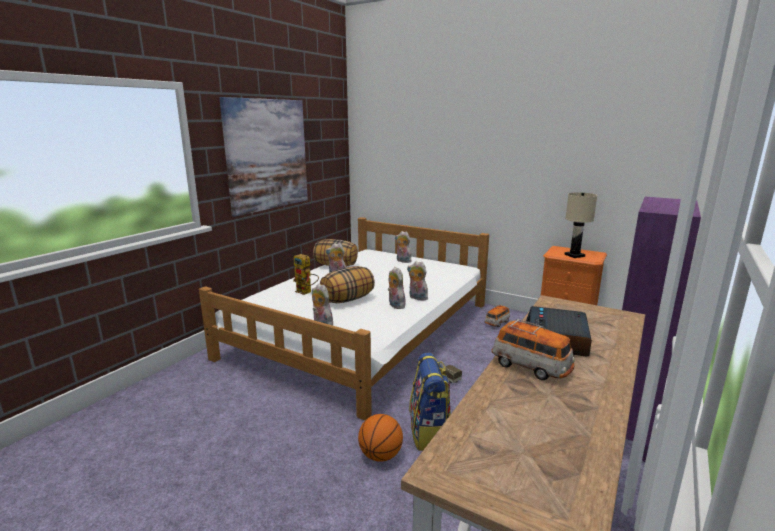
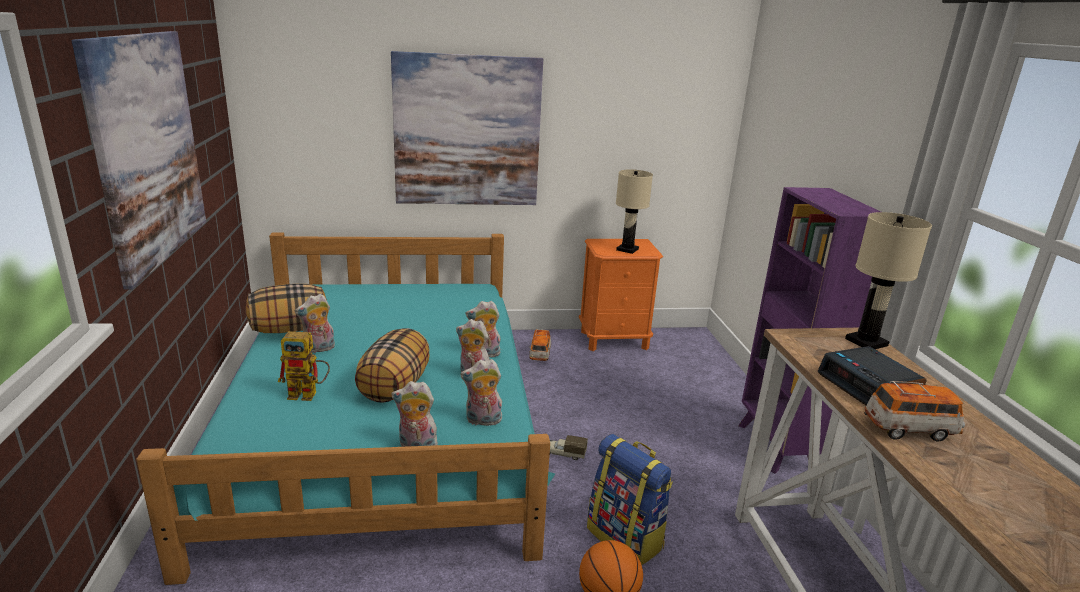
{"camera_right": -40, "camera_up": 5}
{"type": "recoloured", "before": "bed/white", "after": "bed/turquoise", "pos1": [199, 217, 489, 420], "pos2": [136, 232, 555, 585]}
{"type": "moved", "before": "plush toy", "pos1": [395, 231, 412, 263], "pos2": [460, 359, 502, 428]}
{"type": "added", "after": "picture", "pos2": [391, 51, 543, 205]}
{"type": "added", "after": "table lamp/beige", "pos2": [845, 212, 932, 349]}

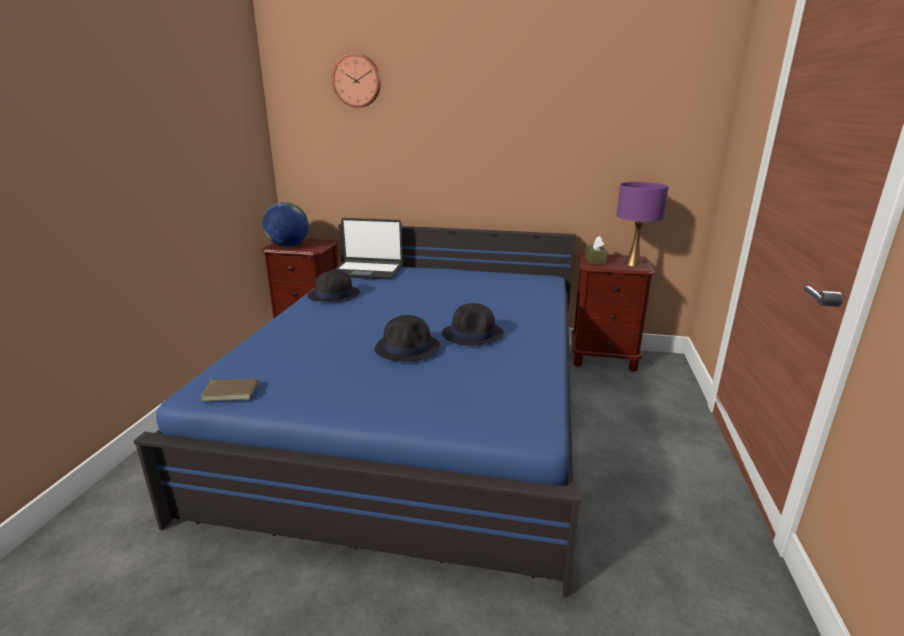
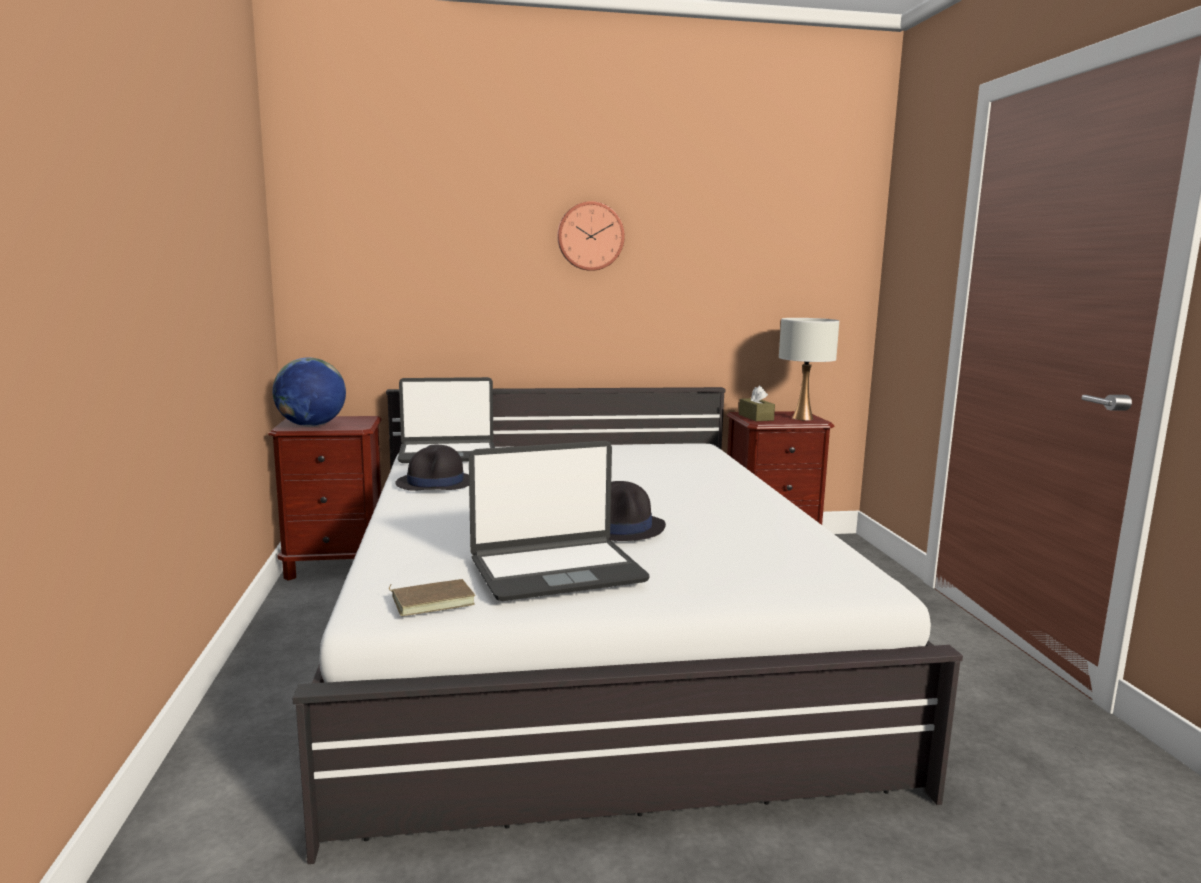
{"camera_right": -20, "camera_up": -10}
{"type": "moved", "before": "wall clock", "pos1": [332, 53, 381, 108], "pos2": [557, 201, 625, 271]}
{"type": "recoloured", "before": "table lamp/purple", "after": "table lamp/white", "pos1": [616, 182, 669, 267], "pos2": [779, 318, 839, 420]}
{"type": "recoloured", "before": "bed/blue", "after": "bed/white", "pos1": [134, 224, 581, 598], "pos2": [292, 387, 963, 864]}
{"type": "removed", "before": "hat/black", "pos1": [442, 303, 504, 346]}
{"type": "added", "after": "laptop", "pos2": [469, 441, 649, 601]}

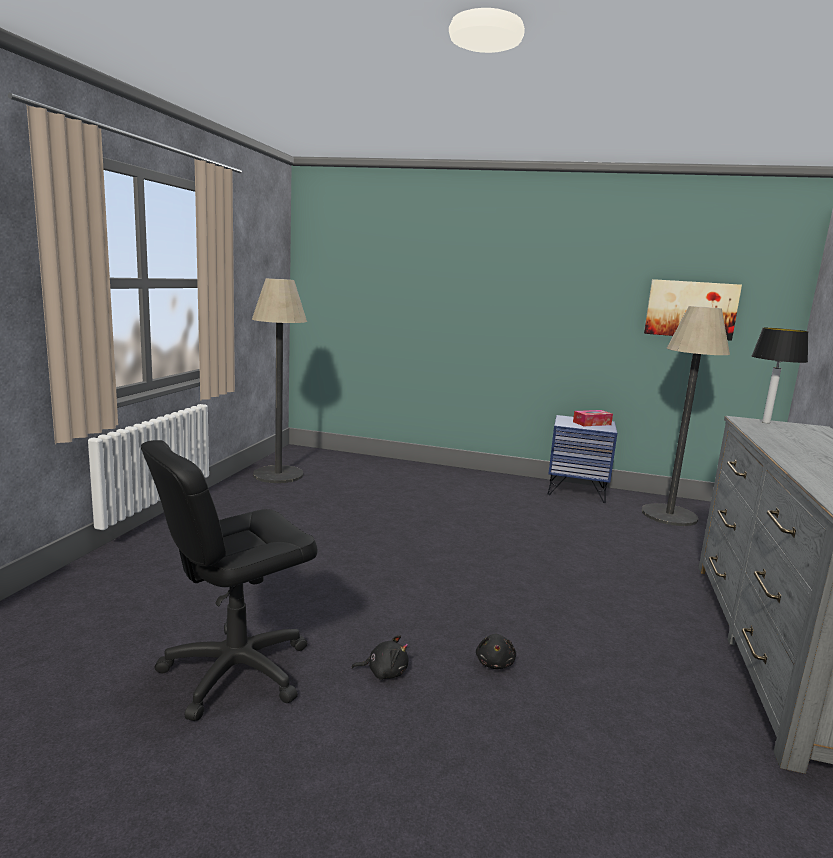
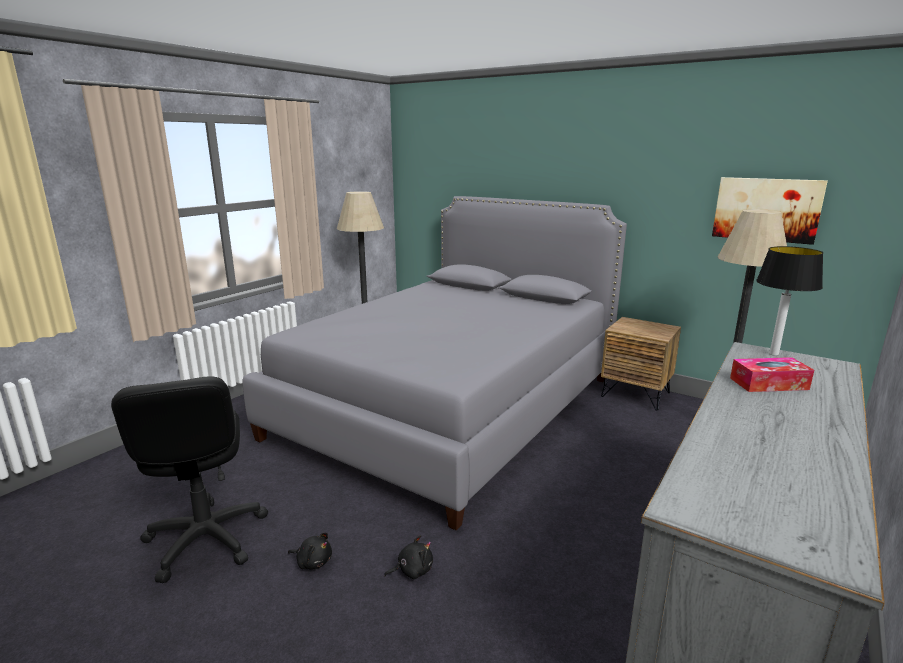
{"camera_right": 20, "camera_up": 5}
{"type": "moved", "before": "tissue box", "pos1": [573, 410, 613, 426], "pos2": [730, 357, 814, 392]}
{"type": "recoloured", "before": "nightstand/blue", "after": "nightstand/brown", "pos1": [548, 415, 617, 503], "pos2": [601, 317, 681, 411]}
{"type": "turned", "before": "office chair/black", "pos1": [141, 440, 317, 721], "pos2": [111, 377, 268, 583], "turn": -90}
{"type": "turned", "before": "plush toy/black", "pos1": [476, 634, 516, 669], "pos2": [384, 535, 433, 579], "turn": -135}
{"type": "added", "after": "bed/grey", "pos2": [242, 196, 627, 530]}

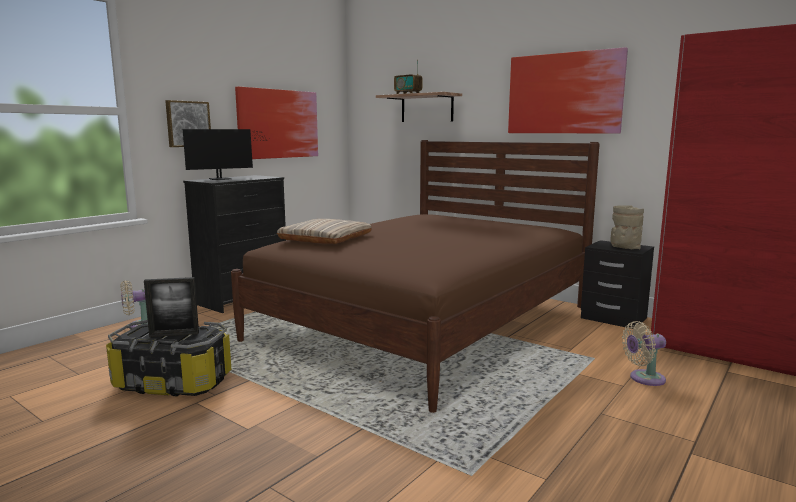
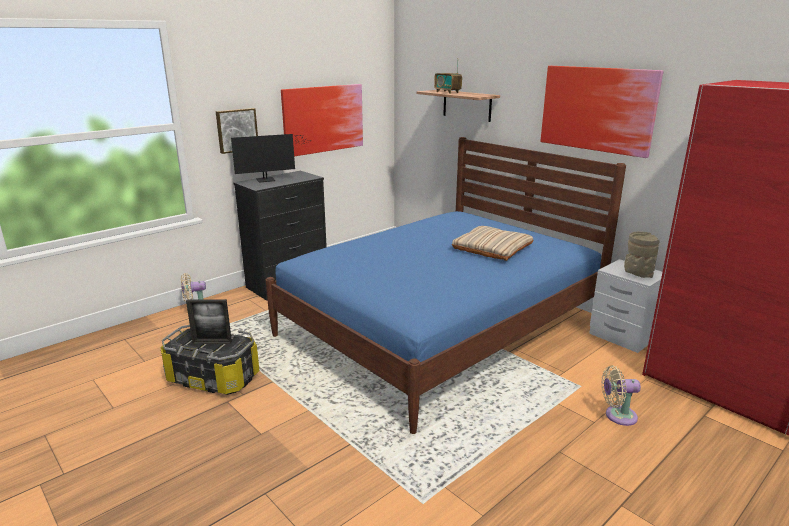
{"camera_right": 10, "camera_up": 10}
{"type": "recoloured", "before": "bed/brown", "after": "bed/blue", "pos1": [231, 140, 600, 413], "pos2": [266, 137, 626, 434]}
{"type": "moved", "before": "pillow/beige", "pos1": [277, 219, 372, 244], "pos2": [452, 226, 533, 261]}
{"type": "recoloured", "before": "nightstand/black", "after": "nightstand/white", "pos1": [581, 240, 654, 329], "pos2": [589, 259, 662, 353]}

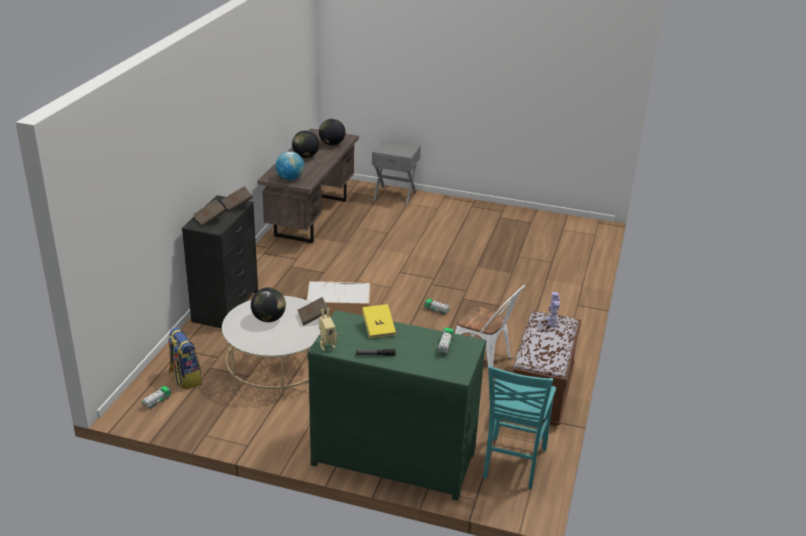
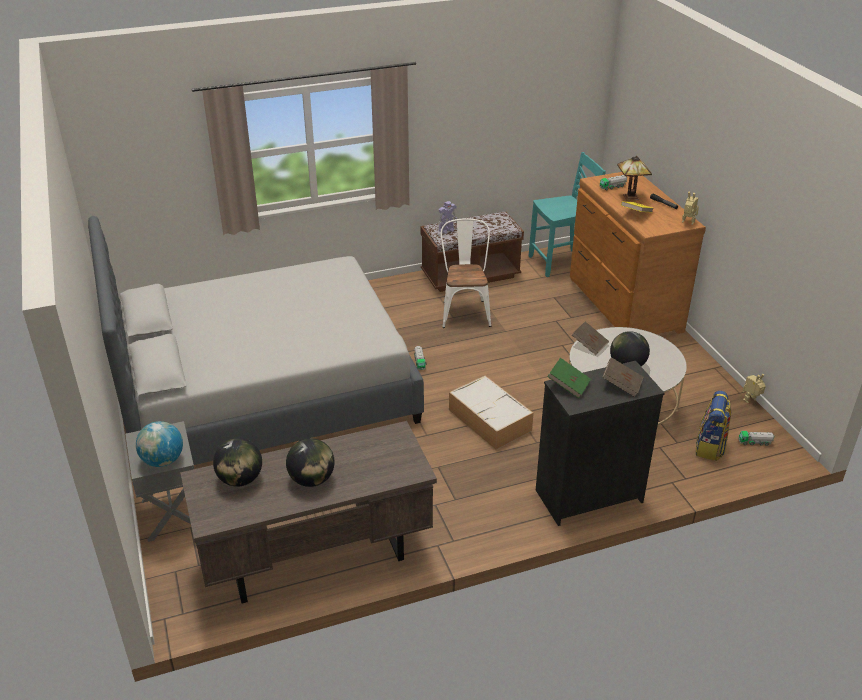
{"camera_right": -125, "camera_up": 5}
{"type": "moved", "before": "globe", "pos1": [276, 151, 304, 180], "pos2": [136, 421, 183, 467]}
{"type": "recoloured", "before": "book/brown", "after": "book/green", "pos1": [222, 186, 253, 212], "pos2": [547, 358, 591, 399]}
{"type": "recoloured", "before": "dresser/green", "after": "dresser/brown", "pos1": [307, 310, 486, 501], "pos2": [570, 172, 706, 334]}
{"type": "added", "after": "table lamp", "pos2": [617, 156, 652, 201]}
{"type": "added", "after": "bed/grey", "pos2": [88, 216, 424, 465]}
{"type": "added", "after": "toy robot", "pos2": [743, 374, 766, 403]}

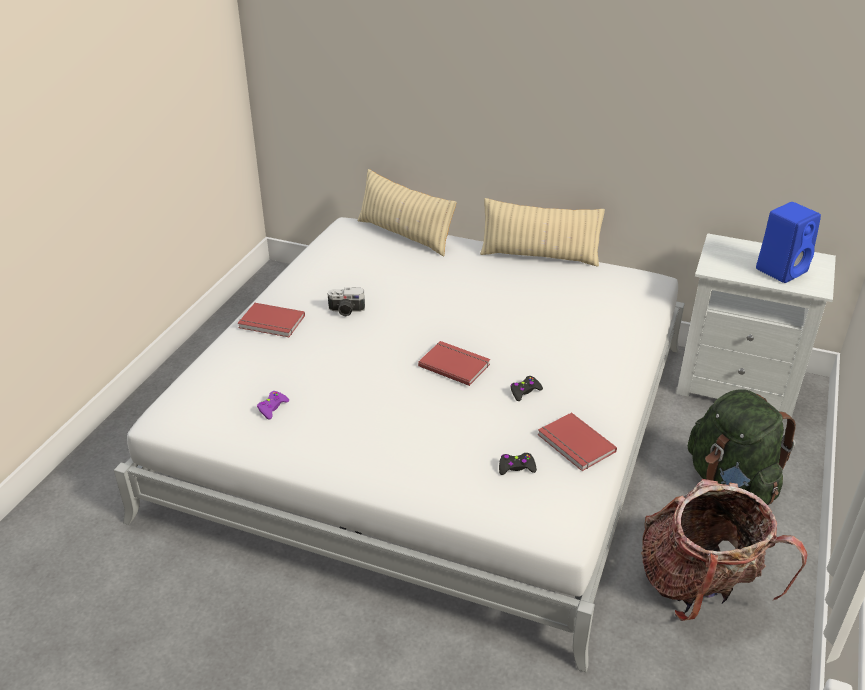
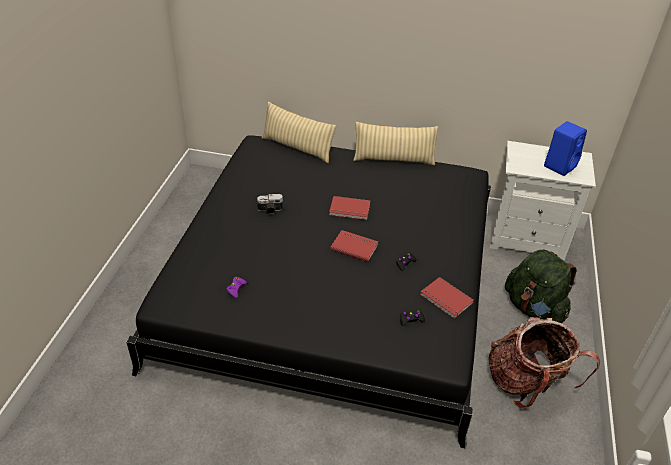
{"camera_right": -10, "camera_up": 5}
{"type": "recoloured", "before": "bed/white", "after": "bed/black", "pos1": [114, 217, 685, 672], "pos2": [126, 135, 491, 449]}
{"type": "moved", "before": "book/red", "pos1": [238, 303, 305, 337], "pos2": [329, 196, 370, 220]}

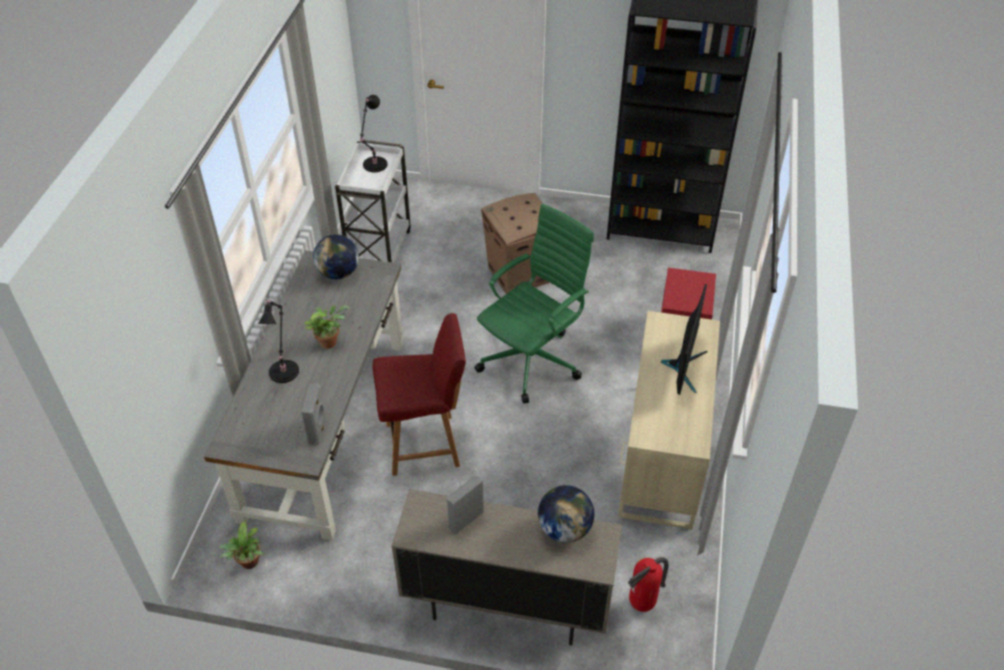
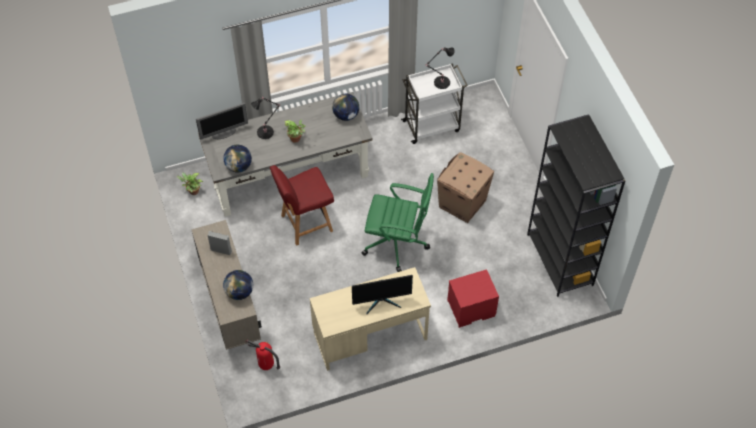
{"camera_right": 60, "camera_up": 10}
{"type": "turned", "before": "chair/red", "pos1": [372, 313, 466, 476], "pos2": [270, 165, 334, 246], "turn": 105}
{"type": "replaced", "before": "speaker/grey", "after": "globe", "pos1": [302, 384, 326, 445], "pos2": [224, 145, 252, 172]}
{"type": "added", "after": "monitor", "pos2": [196, 103, 248, 140]}

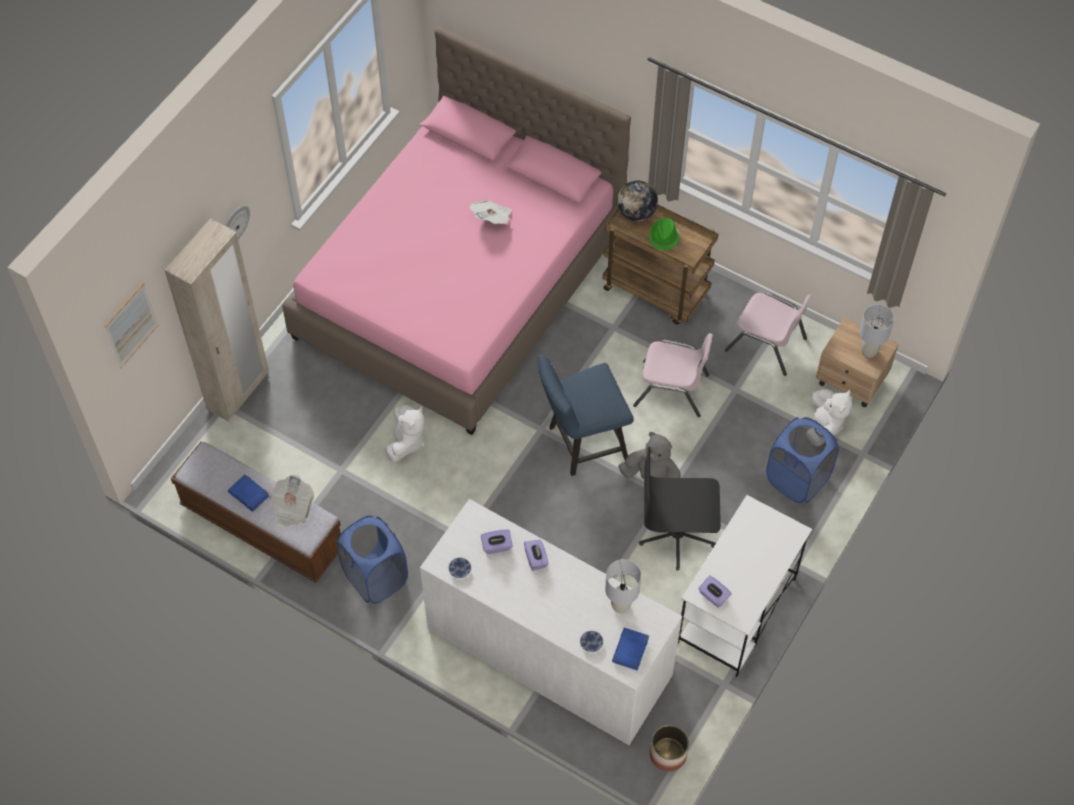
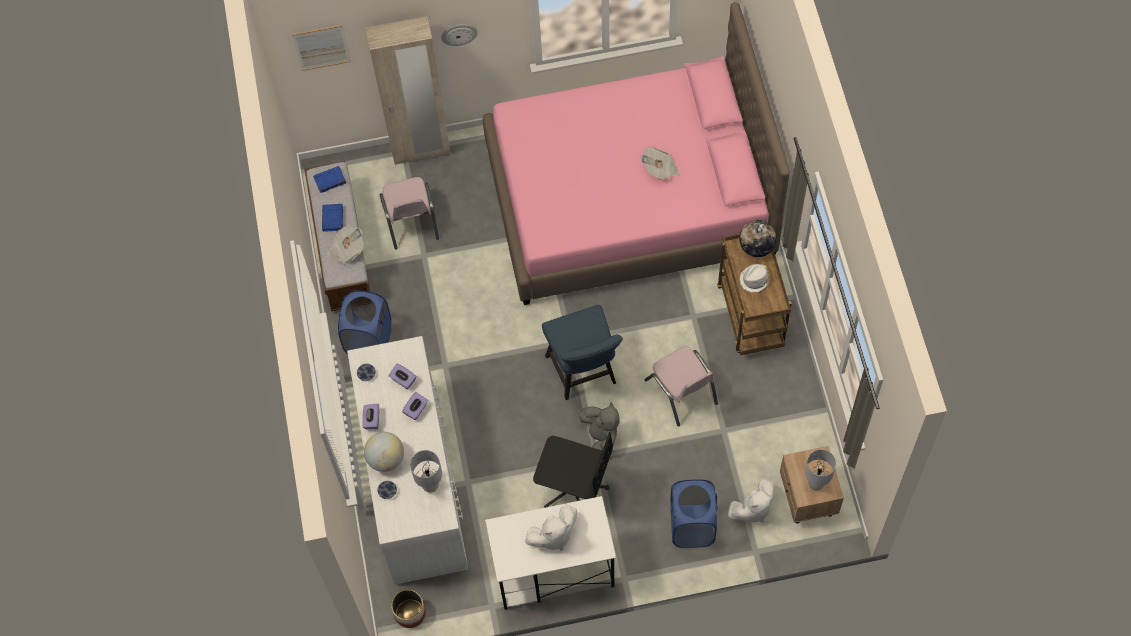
{"camera_right": 50, "camera_up": 5}
{"type": "recoloured", "before": "hat/green", "after": "hat/white", "pos1": [649, 218, 680, 251], "pos2": [739, 264, 770, 292]}
{"type": "moved", "before": "chair/pink", "pos1": [725, 293, 812, 376], "pos2": [380, 177, 439, 250]}
{"type": "turned", "before": "chair/blue", "pos1": [538, 355, 634, 476], "pos2": [542, 305, 623, 400], "turn": -135}
{"type": "moved", "before": "plush toy/white", "pos1": [385, 405, 425, 462], "pos2": [525, 505, 577, 551]}
{"type": "turned", "before": "office chair/black", "pos1": [639, 447, 721, 571], "pos2": [533, 432, 613, 508], "turn": 150}
{"type": "moved", "before": "tissue box/purple", "pos1": [698, 576, 732, 608], "pos2": [362, 404, 379, 429]}
{"type": "moved", "before": "book/blue", "pos1": [612, 628, 649, 671], "pos2": [313, 166, 346, 193]}
{"type": "added", "after": "globe", "pos2": [364, 432, 404, 472]}

